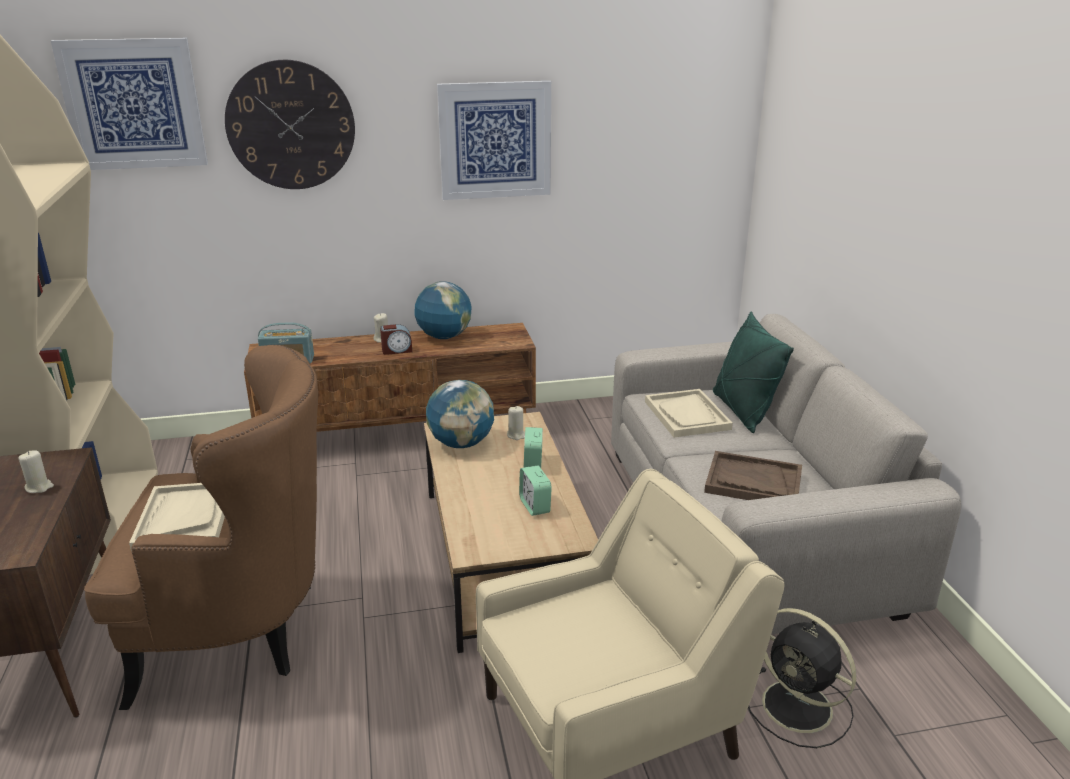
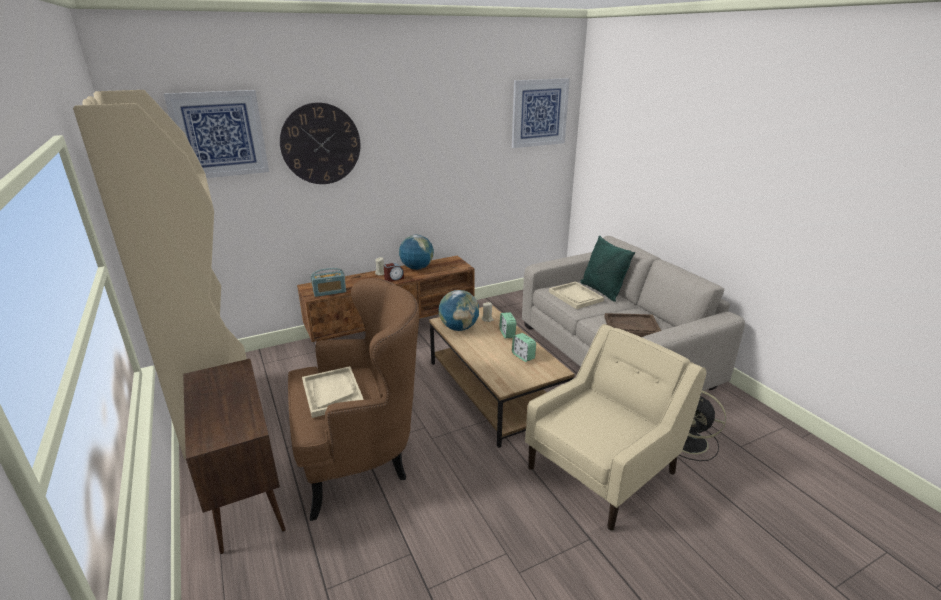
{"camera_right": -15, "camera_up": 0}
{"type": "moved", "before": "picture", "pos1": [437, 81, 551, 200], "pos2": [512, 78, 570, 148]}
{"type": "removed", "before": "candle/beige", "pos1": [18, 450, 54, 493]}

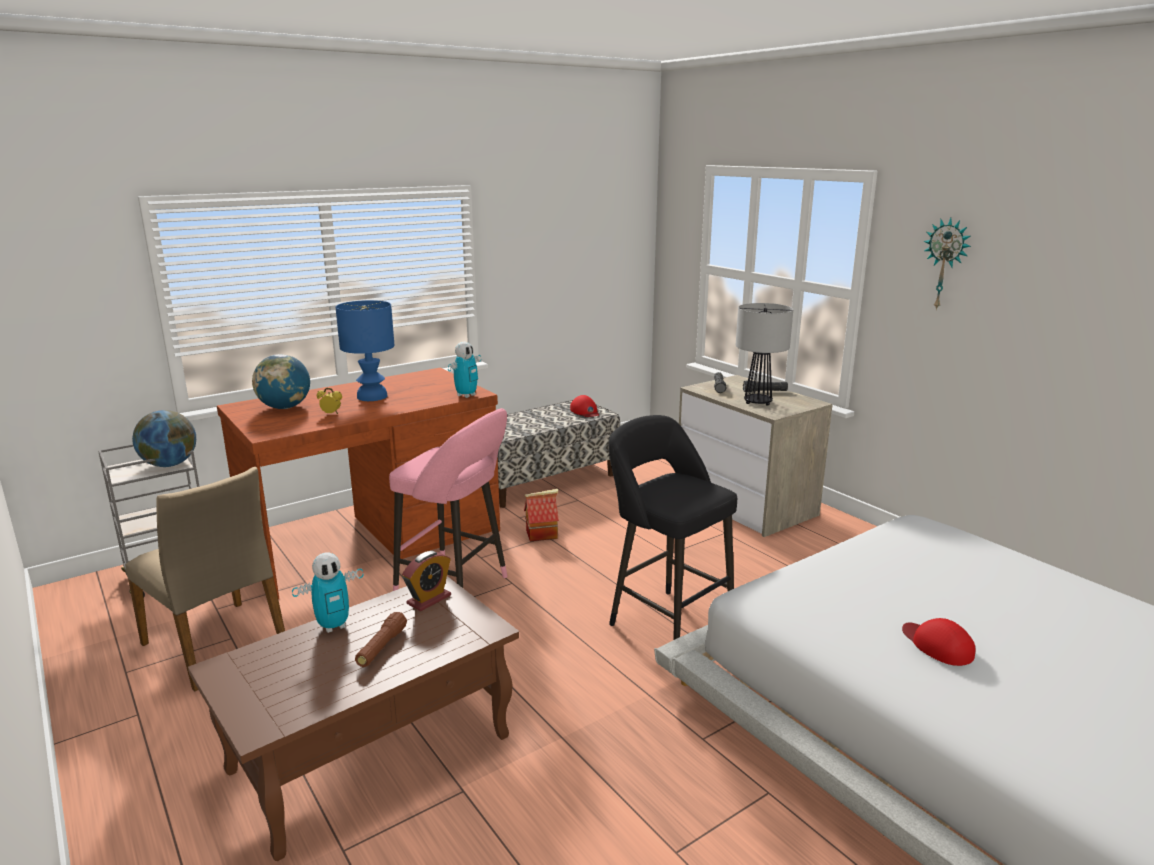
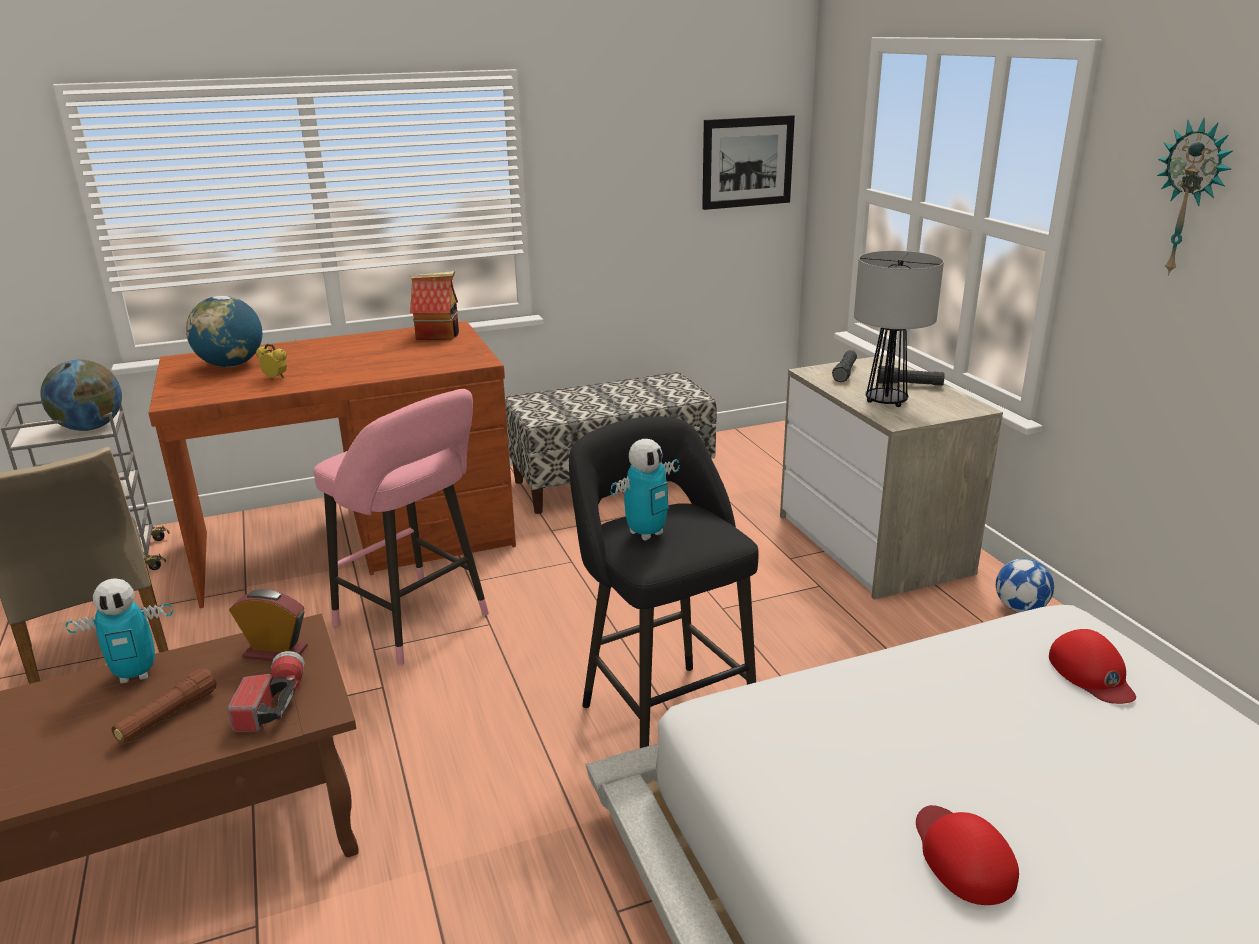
{"camera_right": 15, "camera_up": 5}
{"type": "removed", "before": "table lamp/blue", "pos1": [335, 300, 394, 401]}
{"type": "moved", "before": "toy robot", "pos1": [448, 342, 481, 398], "pos2": [611, 439, 680, 541]}
{"type": "moved", "before": "cap/red", "pos1": [570, 395, 599, 417], "pos2": [1049, 629, 1136, 704]}
{"type": "moved", "before": "toy house", "pos1": [524, 489, 559, 541], "pos2": [409, 271, 459, 340]}
{"type": "turned", "before": "alarm clock", "pos1": [402, 551, 451, 611], "pos2": [229, 589, 308, 661], "turn": -135}
{"type": "added", "after": "picture", "pos2": [702, 115, 795, 210]}
{"type": "added", "after": "football", "pos2": [996, 559, 1054, 612]}
{"type": "added", "after": "flashlight", "pos2": [227, 651, 305, 732]}

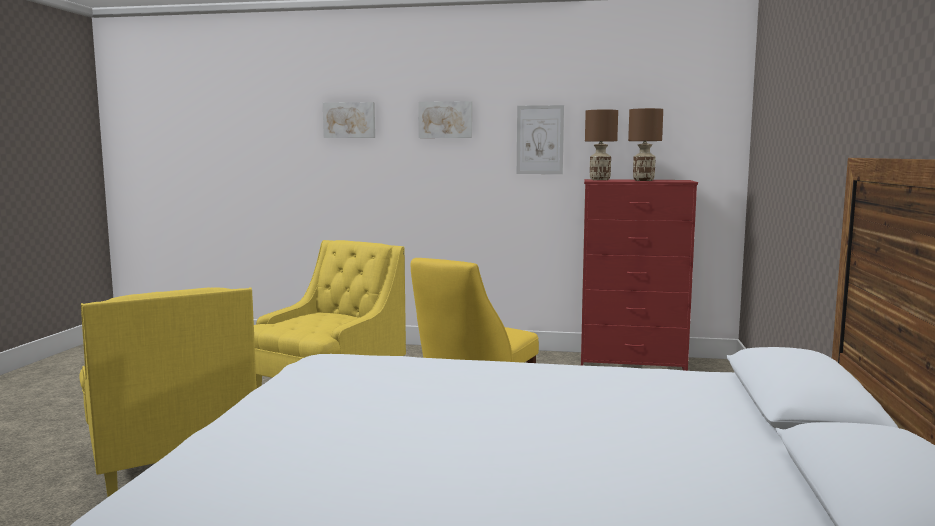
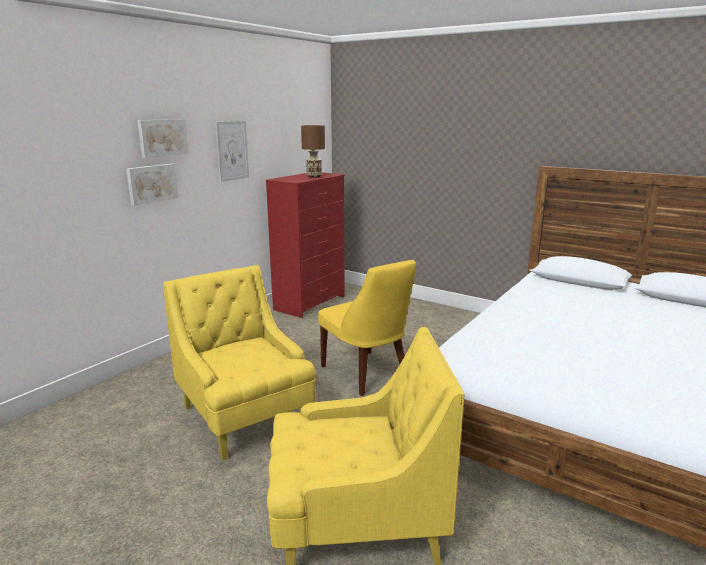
{"camera_right": -65, "camera_up": 10}
{"type": "moved", "before": "picture", "pos1": [323, 102, 375, 138], "pos2": [126, 164, 179, 205]}
{"type": "removed", "before": "table lamp/brown", "pos1": [585, 110, 618, 180]}

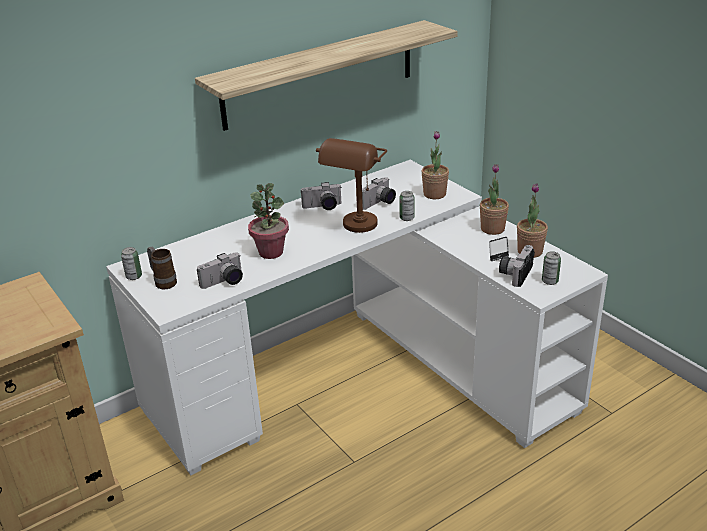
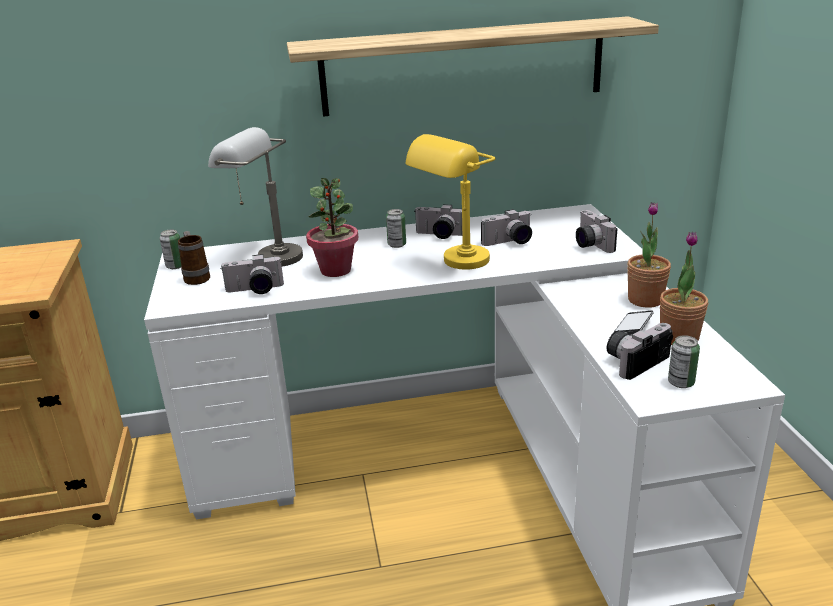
{"camera_right": 25, "camera_up": -5}
{"type": "replaced", "before": "potted plant", "after": "photo camera", "pos1": [421, 131, 449, 199], "pos2": [576, 210, 617, 253]}
{"type": "recoloured", "before": "table lamp/brown", "after": "table lamp/yellow", "pos1": [316, 138, 387, 233], "pos2": [406, 134, 495, 270]}
{"type": "moved", "before": "can", "pos1": [399, 191, 414, 221], "pos2": [386, 209, 406, 248]}
{"type": "added", "after": "table lamp/grey", "pos2": [208, 127, 303, 266]}

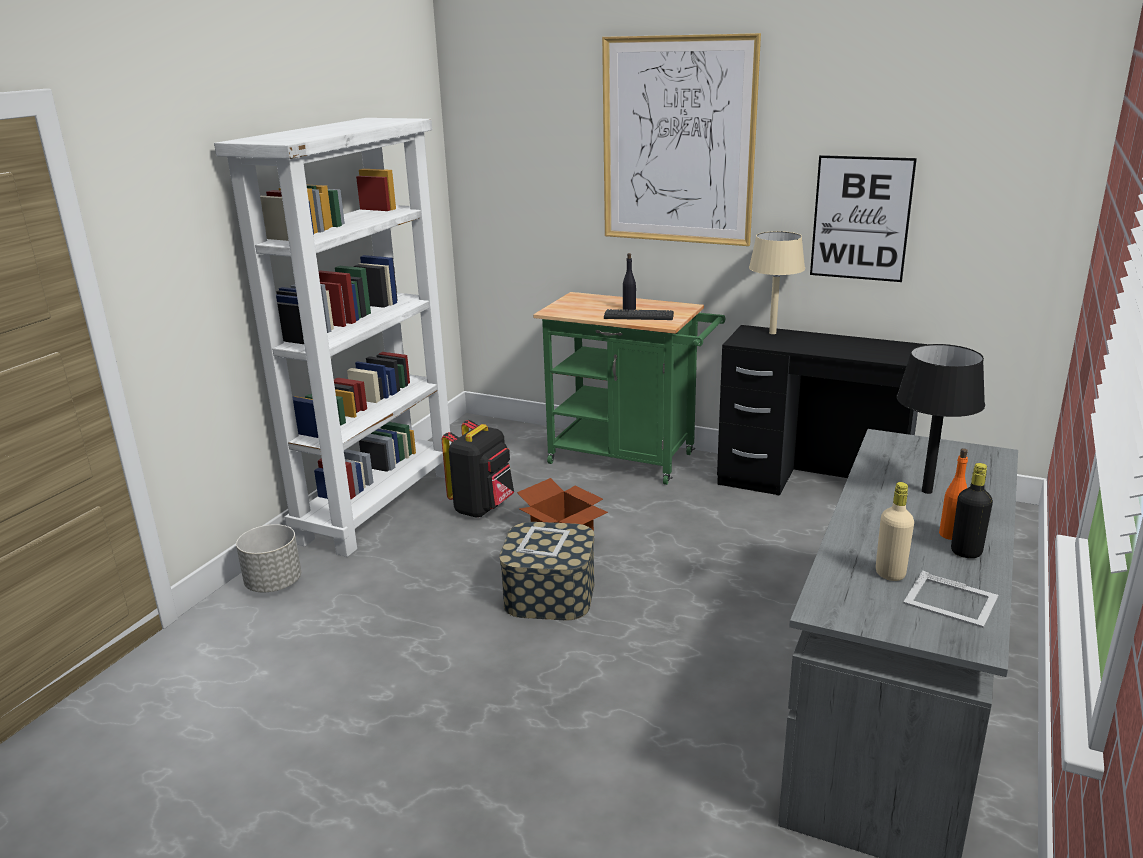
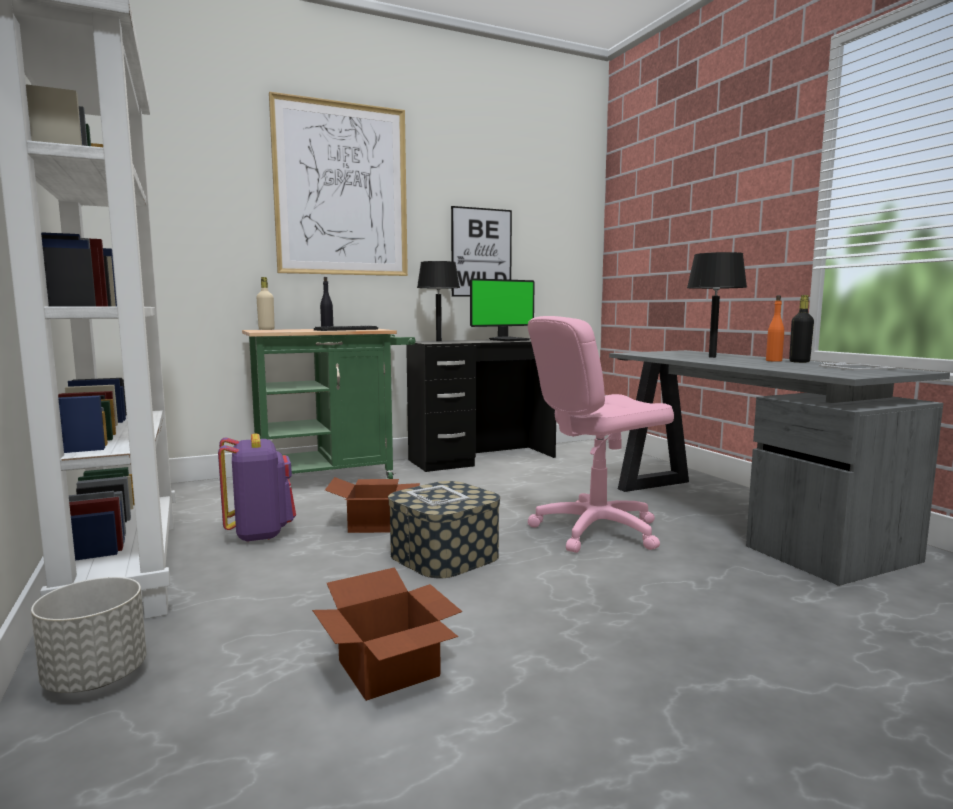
{"camera_right": -50, "camera_up": -15}
{"type": "recoloured", "before": "table lamp/beige", "after": "table lamp/black", "pos1": [749, 231, 805, 334], "pos2": [417, 261, 460, 341]}
{"type": "recoloured", "before": "backpack/black", "after": "backpack/purple", "pos1": [442, 420, 514, 517], "pos2": [218, 433, 296, 543]}
{"type": "moved", "before": "bottle/beige", "pos1": [876, 482, 914, 581], "pos2": [256, 277, 275, 330]}
{"type": "added", "after": "monitor", "pos2": [470, 278, 535, 341]}
{"type": "added", "after": "office chair/pink", "pos2": [528, 316, 674, 553]}
{"type": "added", "after": "cardboard box", "pos2": [312, 567, 462, 701]}

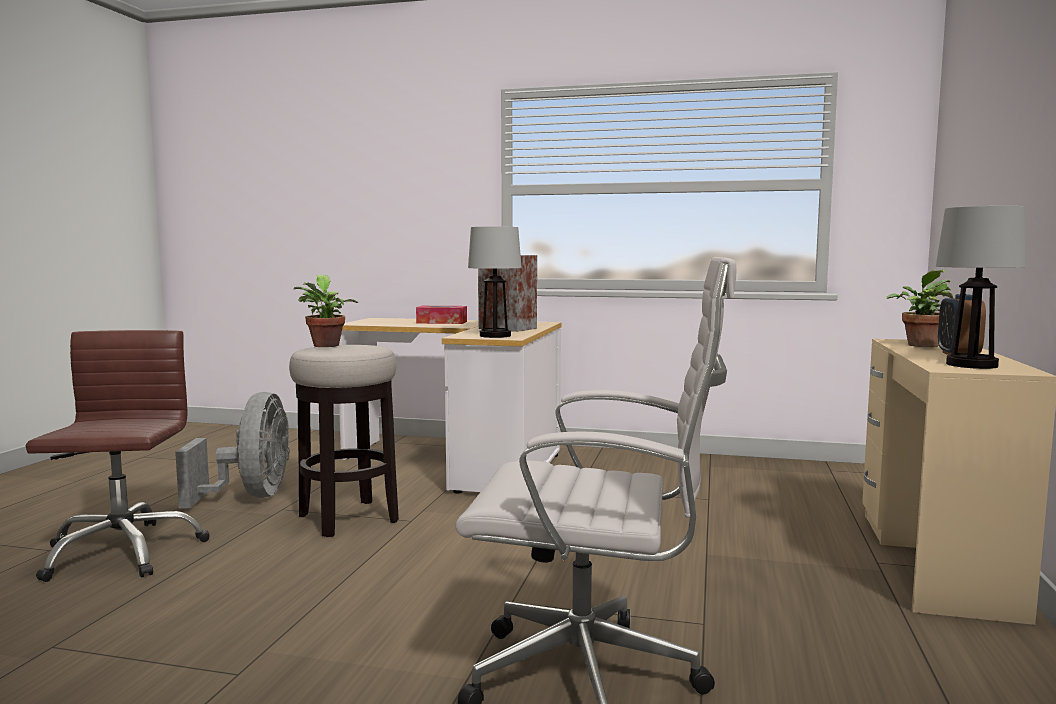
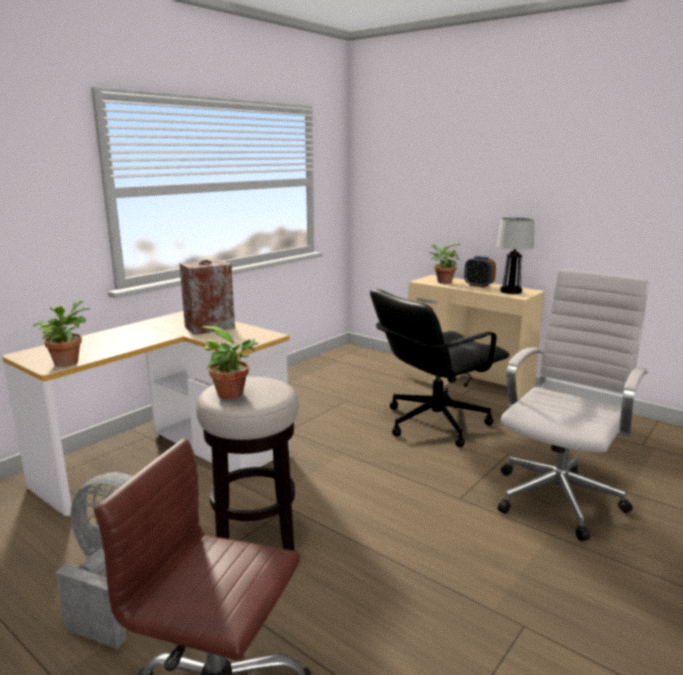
{"camera_right": -65, "camera_up": 10}
{"type": "removed", "before": "table lamp", "pos1": [468, 226, 522, 338]}
{"type": "removed", "before": "tissue box", "pos1": [416, 306, 467, 324]}
{"type": "added", "after": "office chair/black", "pos2": [370, 289, 509, 447]}
{"type": "added", "after": "potted plant", "pos2": [33, 300, 90, 367]}

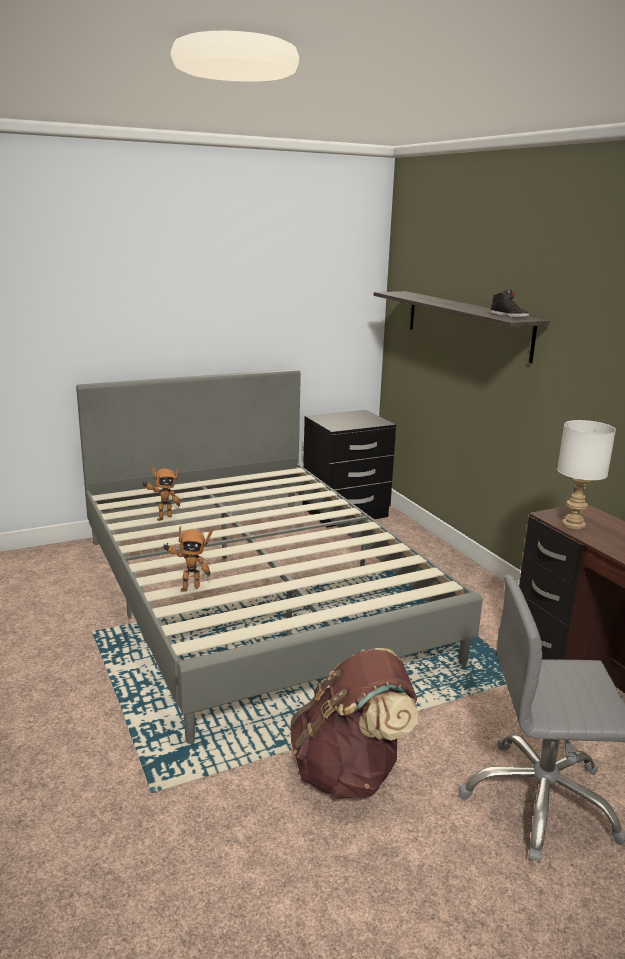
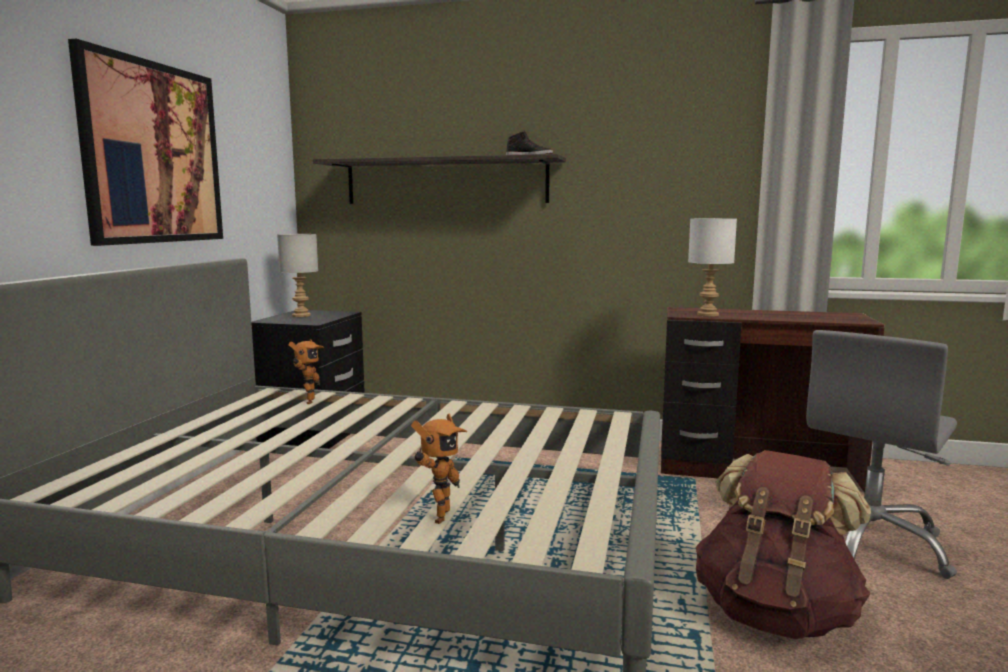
{"camera_right": -50, "camera_up": -10}
{"type": "moved", "before": "toy robot", "pos1": [142, 467, 180, 521], "pos2": [288, 339, 324, 404]}
{"type": "added", "after": "picture", "pos2": [68, 39, 223, 246]}
{"type": "added", "after": "table lamp/grey", "pos2": [277, 234, 318, 317]}

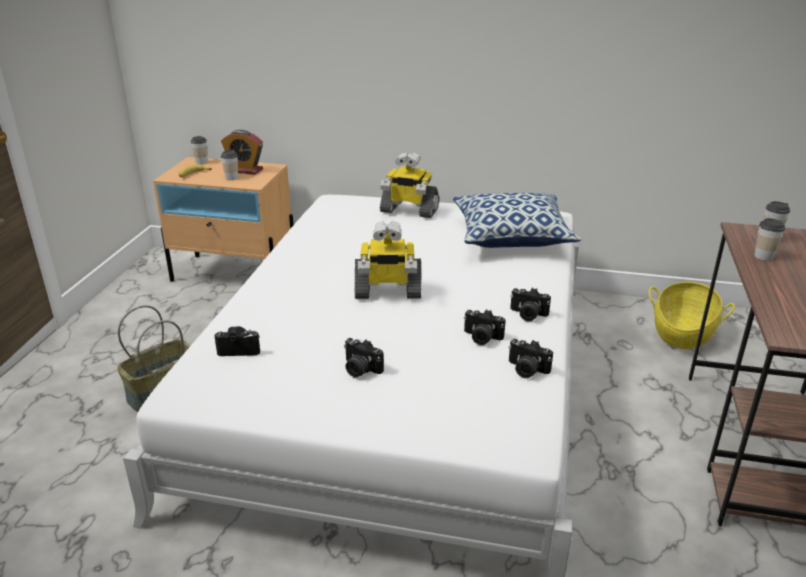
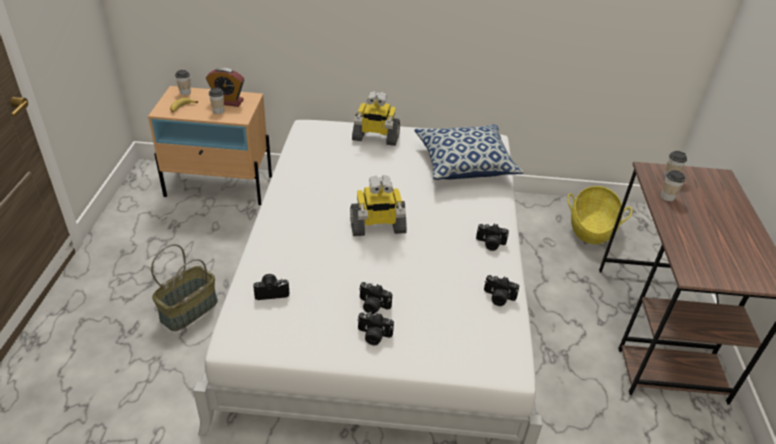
{"camera_right": -10, "camera_up": 10}
{"type": "moved", "before": "photo camera", "pos1": [464, 309, 506, 345], "pos2": [357, 312, 394, 345]}

